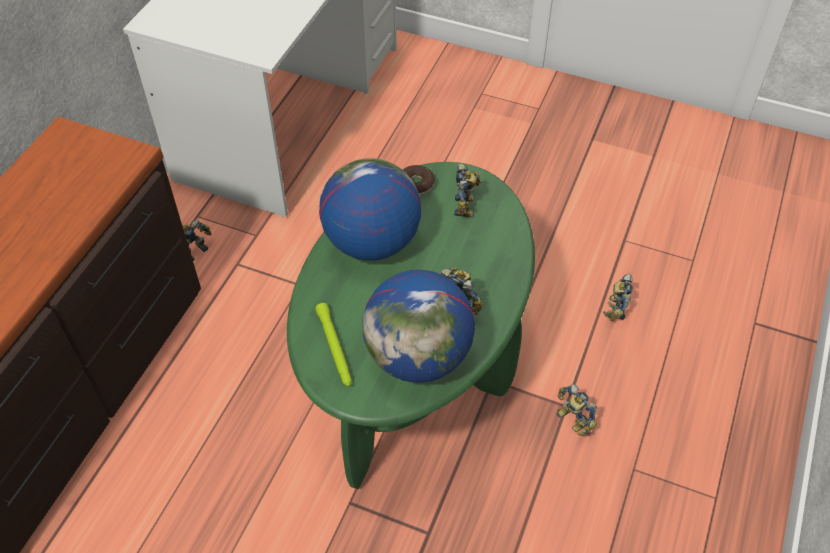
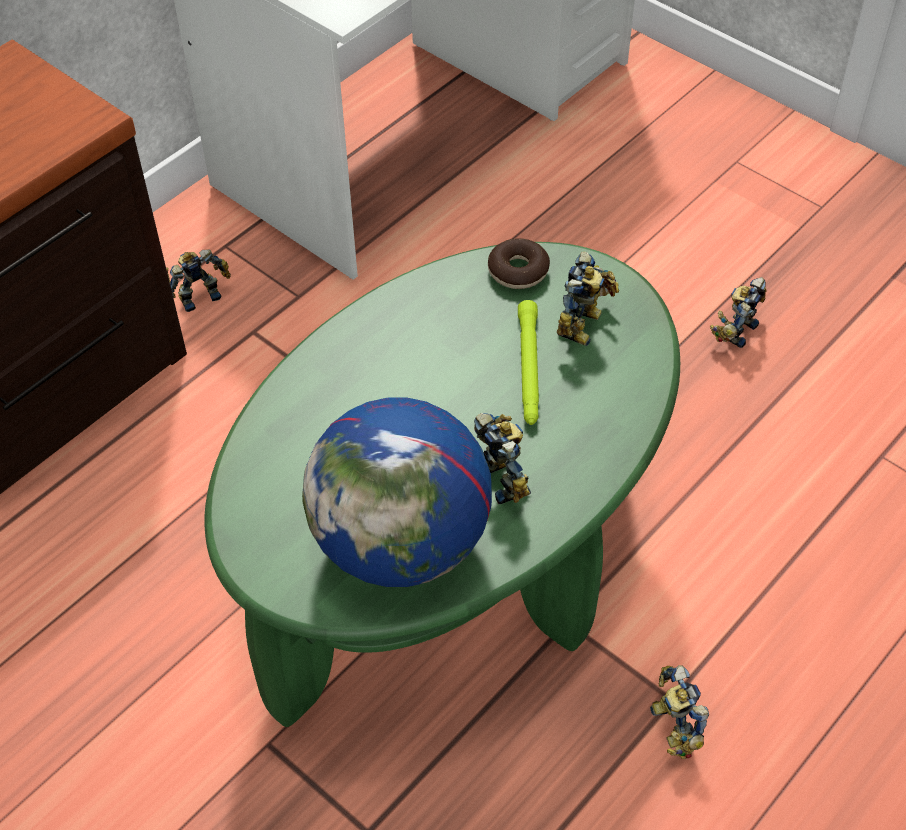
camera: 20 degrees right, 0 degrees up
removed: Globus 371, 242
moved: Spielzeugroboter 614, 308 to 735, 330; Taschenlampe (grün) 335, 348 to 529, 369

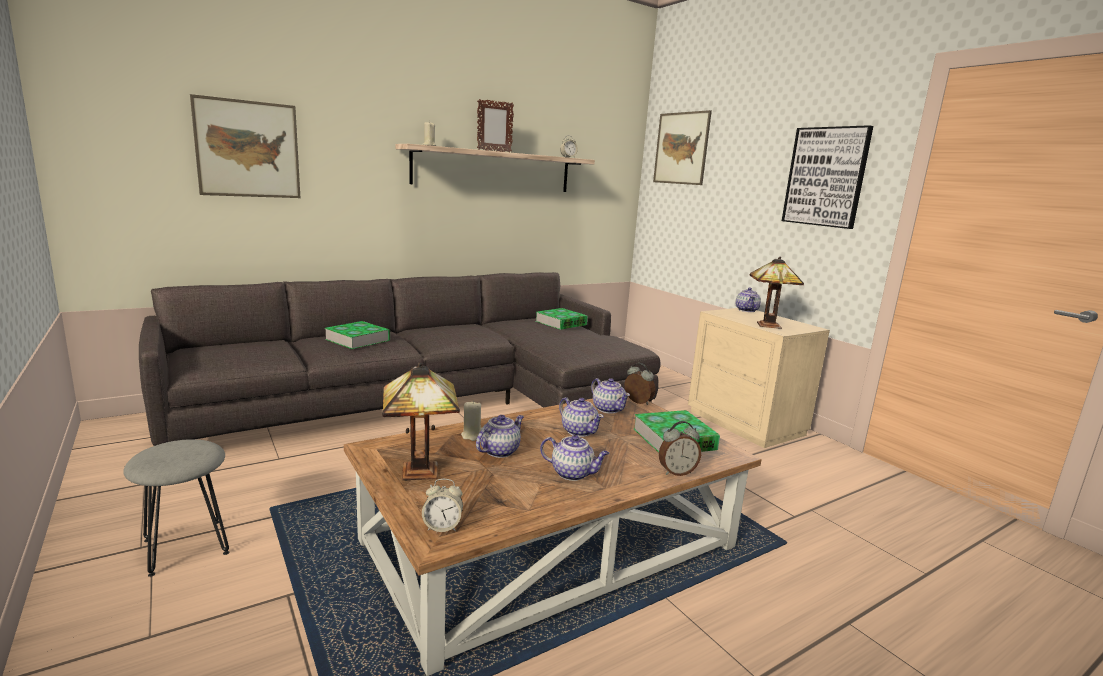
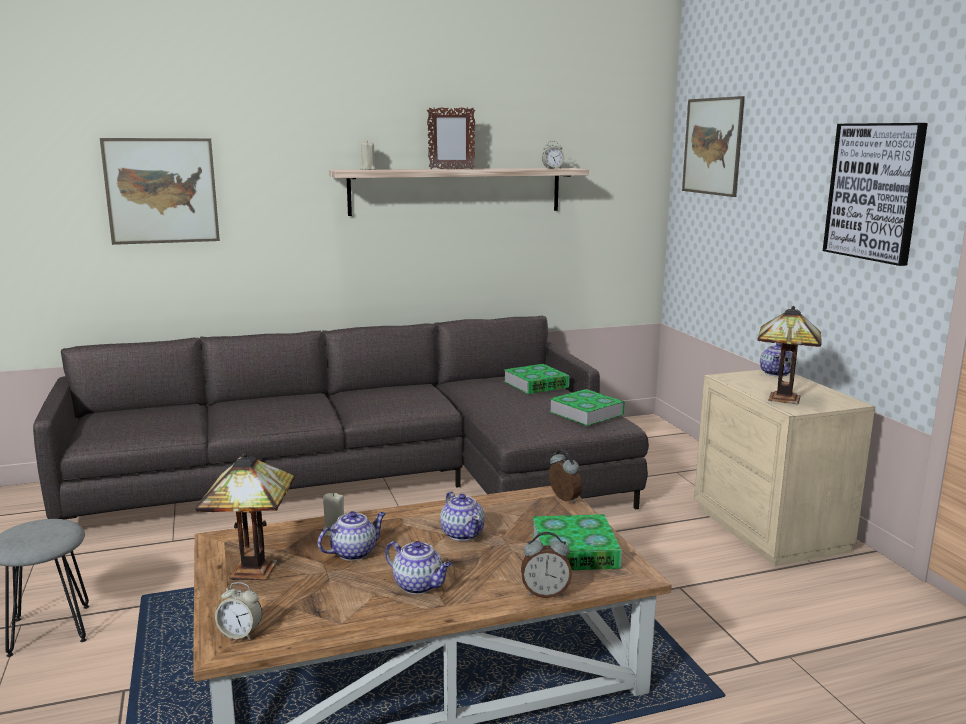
camera: 15 degrees right, 0 degrees up
removed: Teekanne 608, 409
moved: Buch 358, 340 to 586, 413

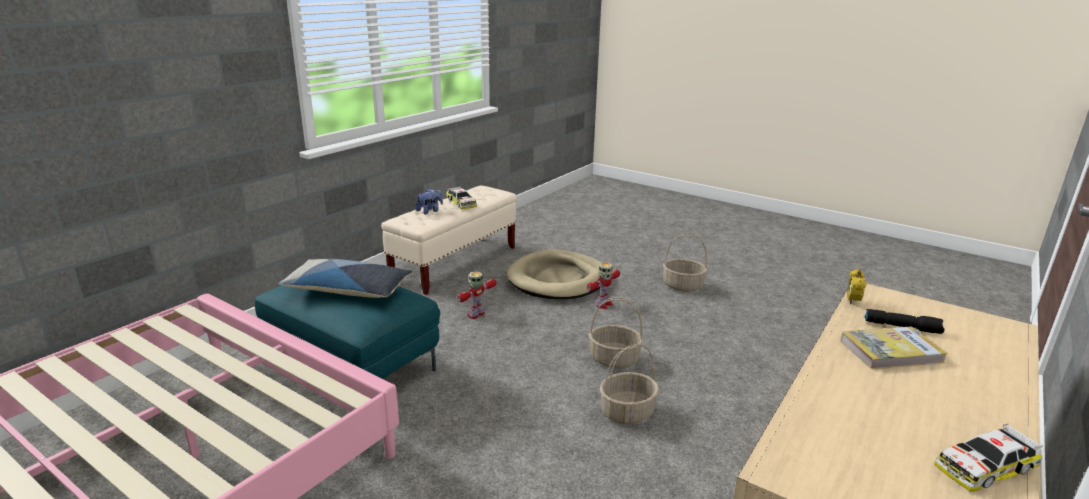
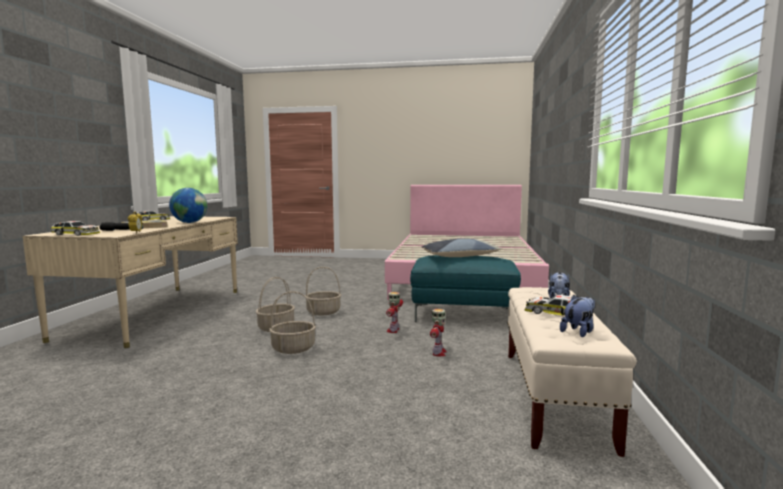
camera: 155 degrees right, 15 degrees down
removed: Hundebett (beige) 558, 279
added: Globus 189, 222; Spielzeugauto 76, 234; Plüschtier 579, 332
moved: Korb 683, 285 to 323, 312; Spielzeugroboter 603, 304 to 393, 330

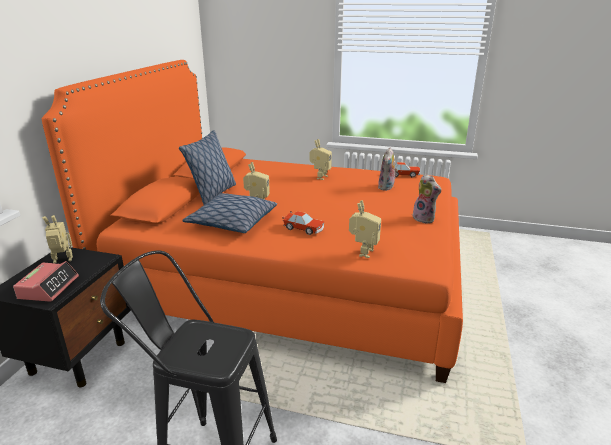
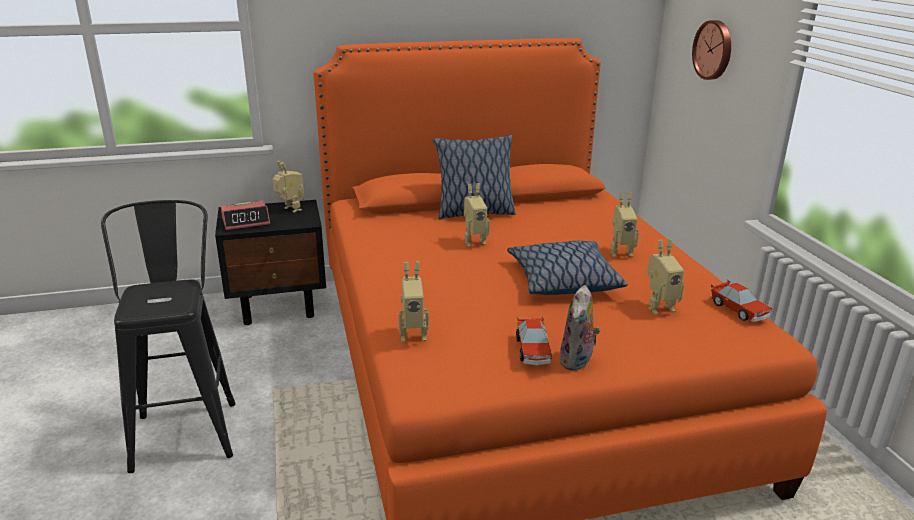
camera: 60 degrees right, 0 degrees up
added: Wanduhr 714, 50
moved: Kissen 232, 222 to 563, 280; Spielzeugauto 303, 229 to 533, 350
replaced: Plüschtier 387, 187 to Spielzeugroboter 659, 308

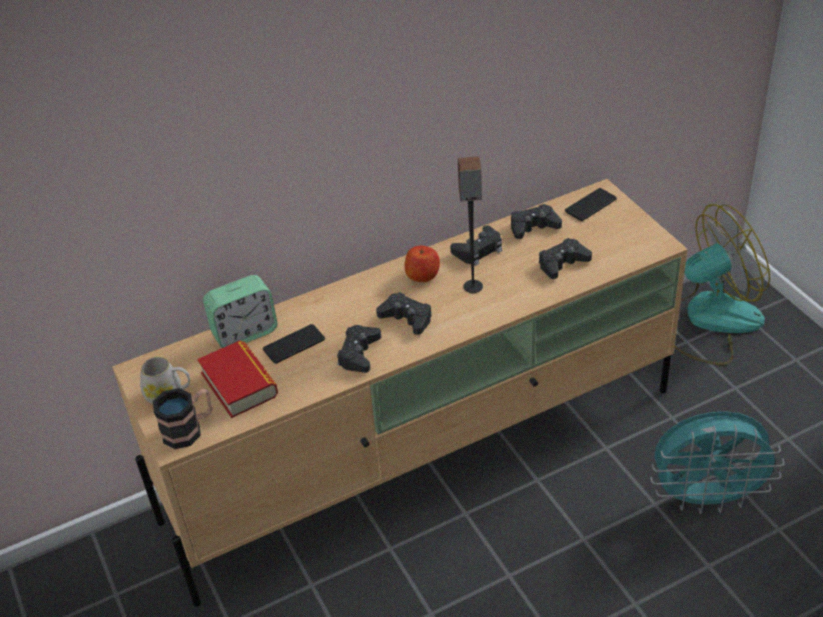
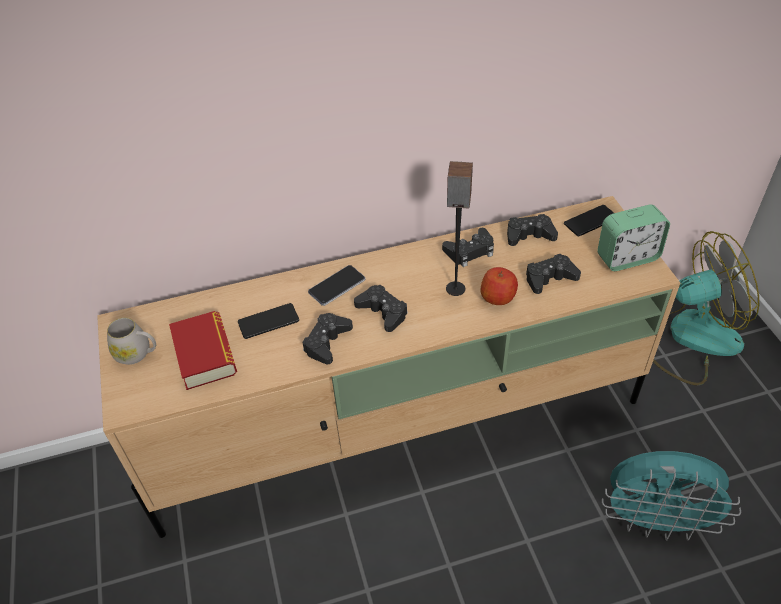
camera: 10 degrees right, 5 degrees up
removed: Henkelbecher 189, 429
added: Handy 337, 286
moved: Apfel 423, 275 to 498, 297; Wecker 245, 333 to 627, 257

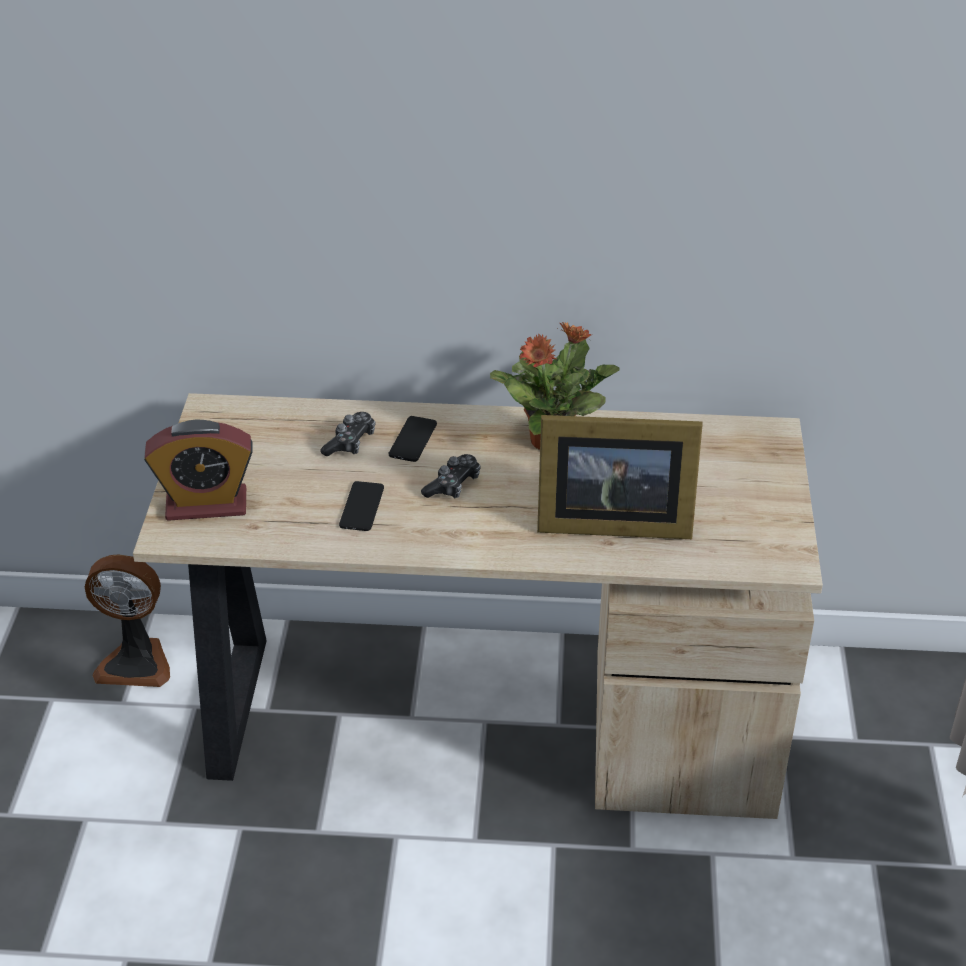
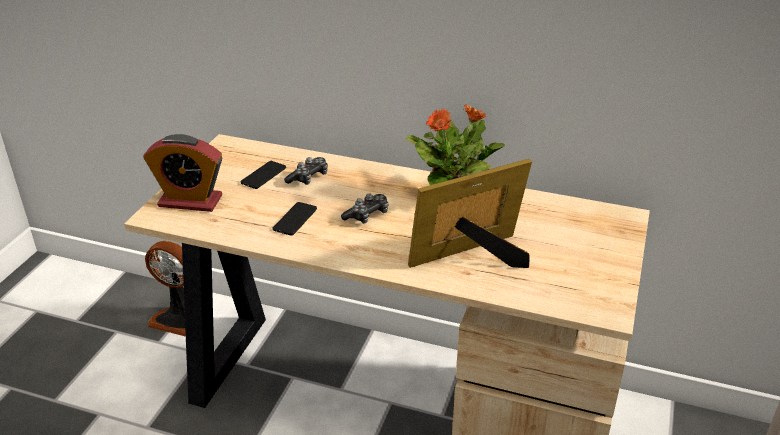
camera: 15 degrees right, 5 degrees down
moved: Handy 413, 439 to 263, 175
turned: Bilderrahmen 609, 521 = 473, 257 135 degrees clockwise

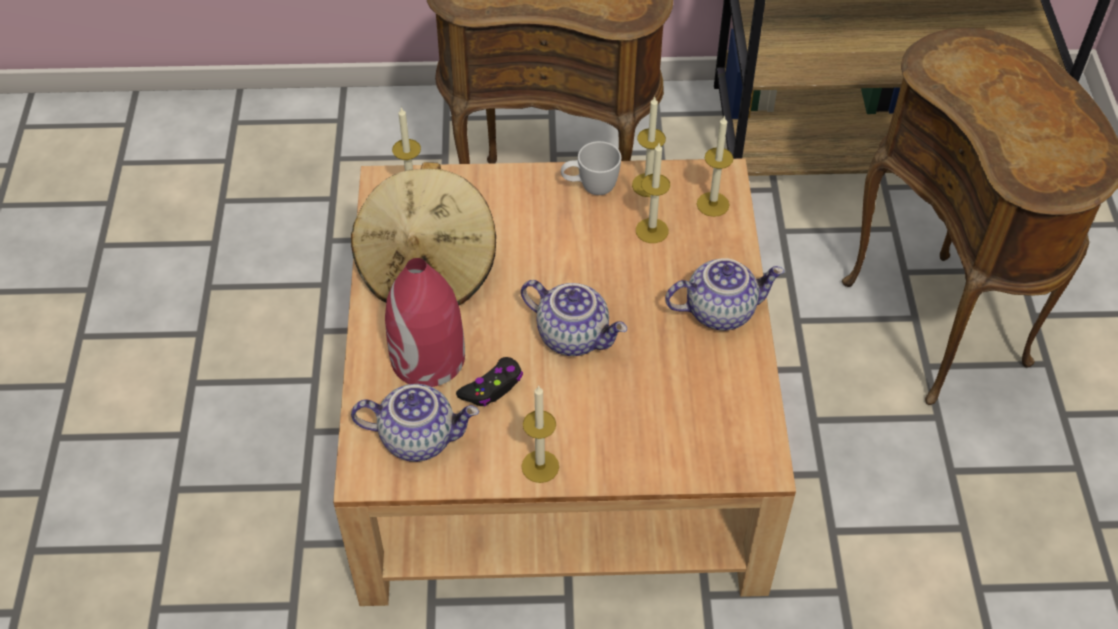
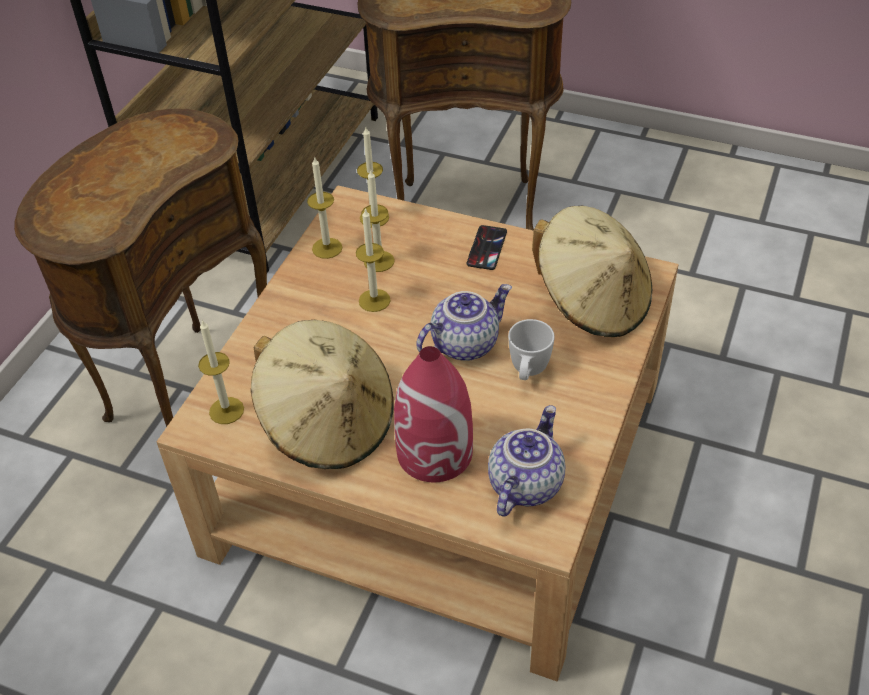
camera: 65 degrees left, 5 degrees down
removed: Gamepad (schwarz) 492, 387
added: Hut (beige) 592, 302
moved: Henkelbecher (weiß) 590, 188 to 528, 373; Kerze 540, 466 to 374, 300
replaced: Teekanne 720, 310 to Handy 486, 248

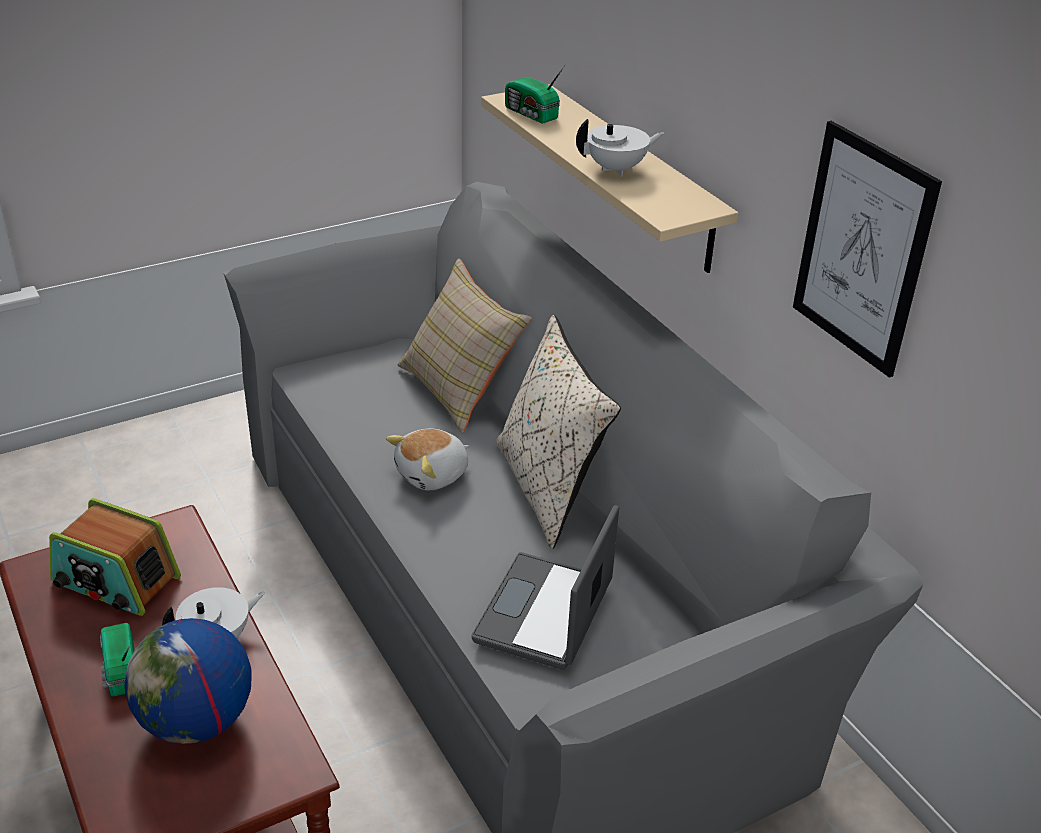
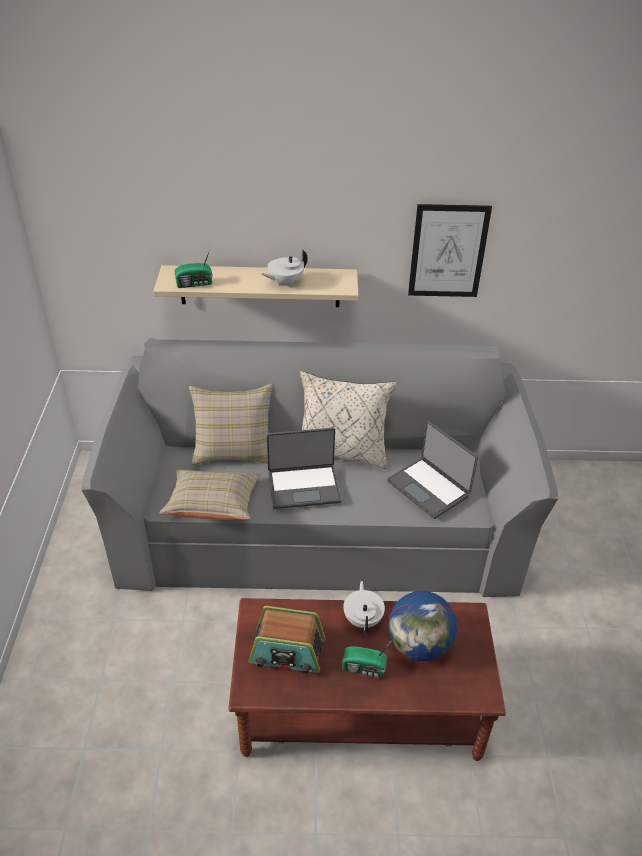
camera: 60 degrees left, 5 degrees up
added: Kissen (beige) 213, 506
replaced: Plüschtier 433, 475 to Laptop 304, 486
turned: Teekanne (weiß) 617, 169 = 285, 283 135 degrees counterclockwise; Radio 116, 581 = 287, 652 45 degrees clockwise

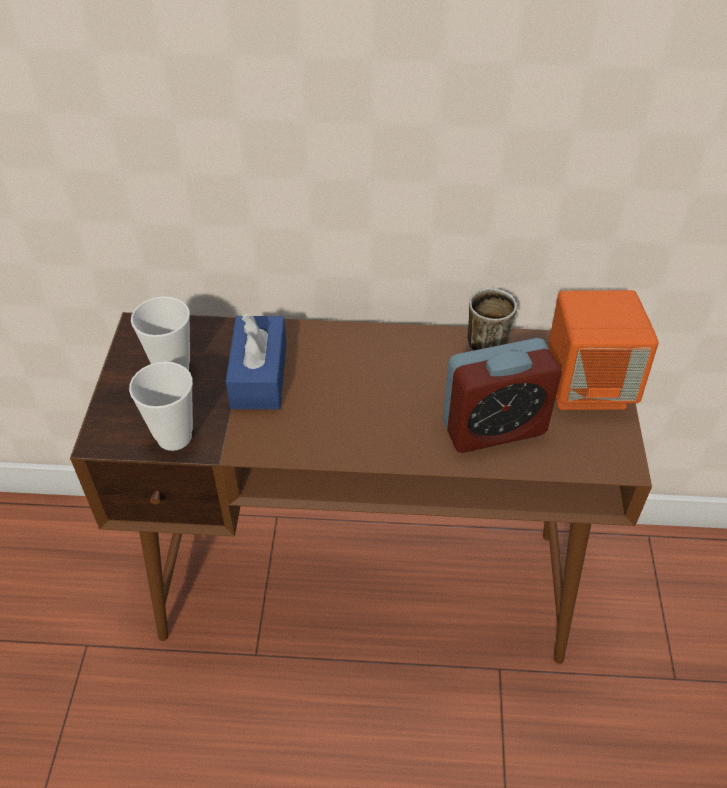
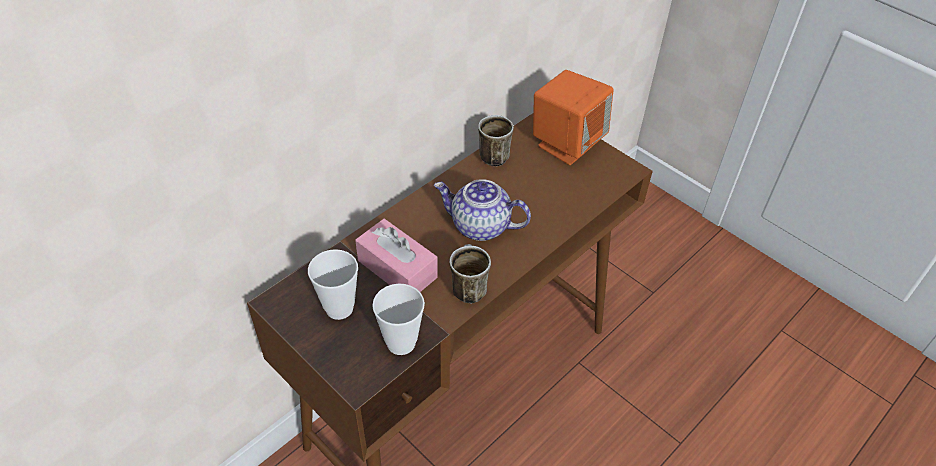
camera: 50 degrees left, 0 degrees up
removed: Wecker 493, 428
added: Teekanne 479, 226; Henkelbecher 467, 287
recoloured: Taschentuchbox (blau) 259, 375 to Taschentuchbox (rosa) 397, 269

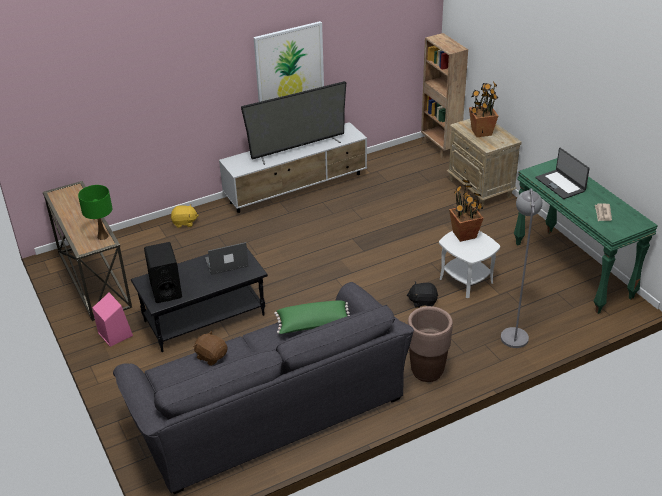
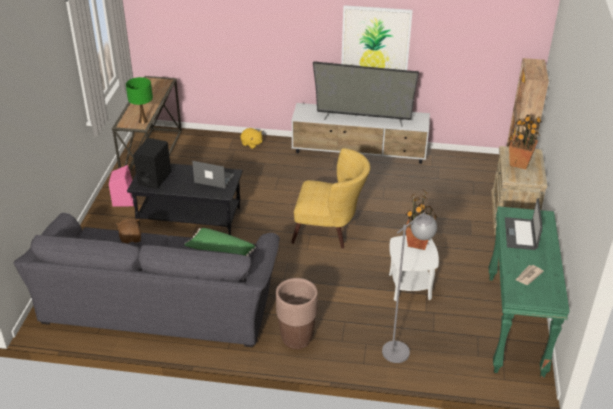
camera: 35 degrees right, 0 degrees up
removed: Plüschtier (schwarz) 422, 301
added: Sessel (gelb) 330, 230

